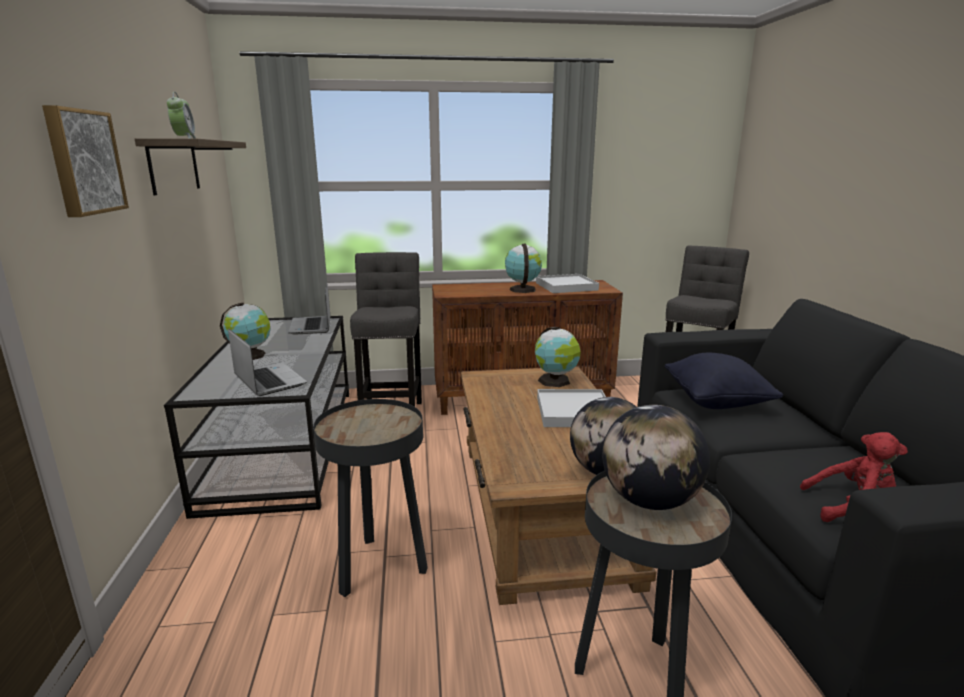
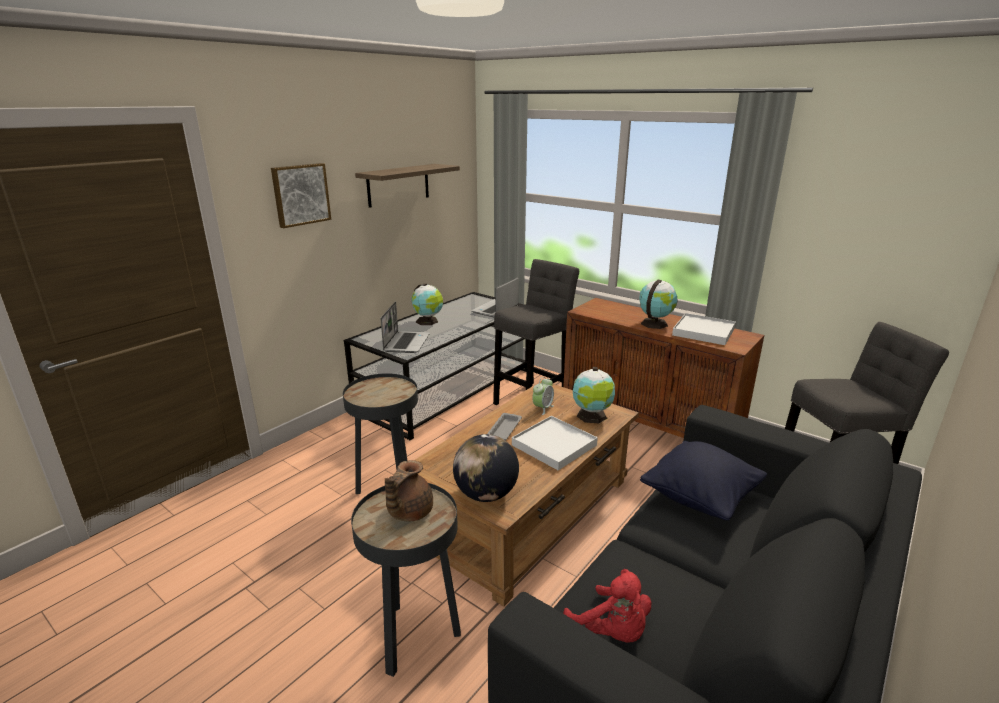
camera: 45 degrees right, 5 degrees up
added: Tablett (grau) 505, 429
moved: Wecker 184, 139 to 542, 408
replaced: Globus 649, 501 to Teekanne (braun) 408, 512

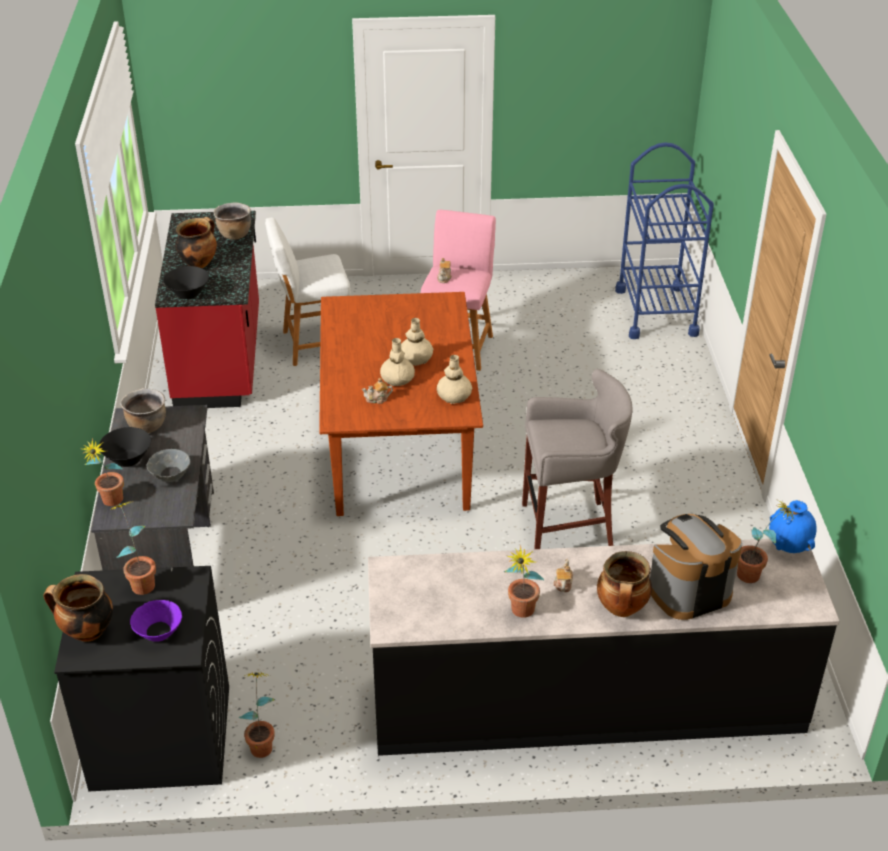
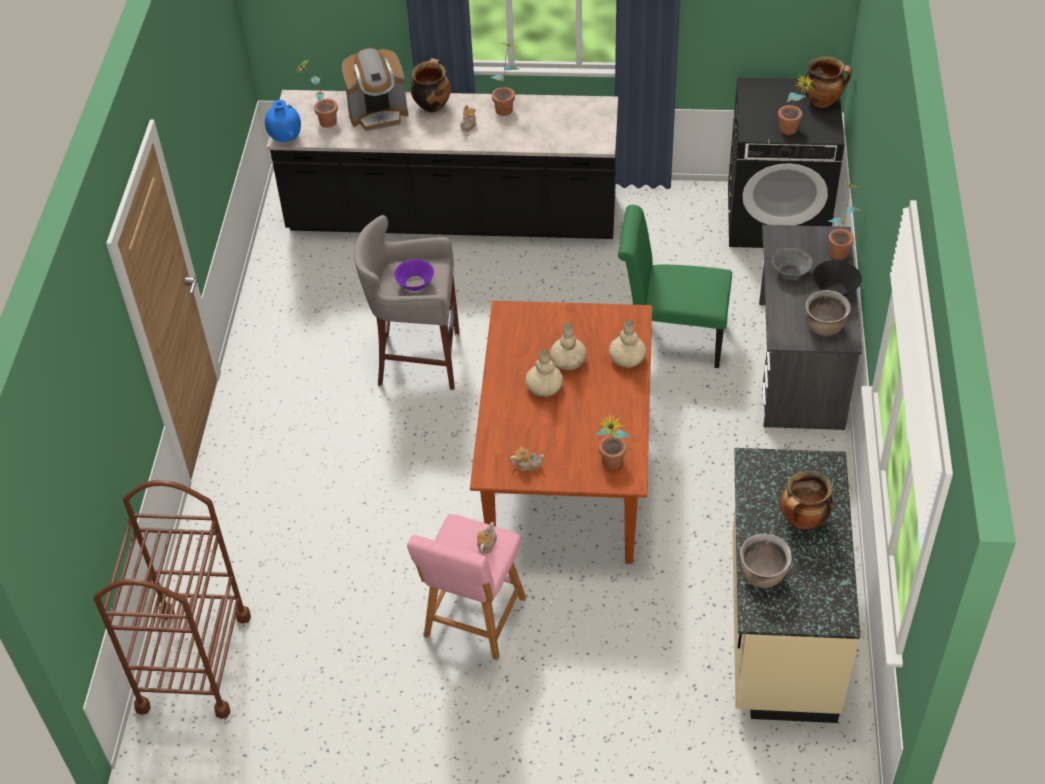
camera: 170 degrees left, 10 degrees up
removed: Hocker (weiß) 313, 344; Schüssel (schwarz) 188, 294
added: Stuhl (grün) 671, 339
moved: Vase (beige) 454, 396 to 627, 357; Teekanne 377, 399 to 527, 464; Schüssel (lila) 159, 631 to 415, 284; Topfpflanze 262, 743 to 611, 466
recoloured: Rollwagen (blau) 656, 312 to Rollwagen (braun) 194, 662; Küchenzeile (rot) 221, 358 to Küchenzeile (beige) 779, 629

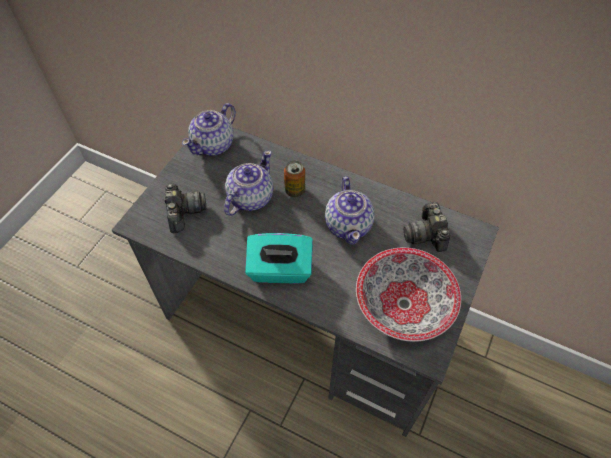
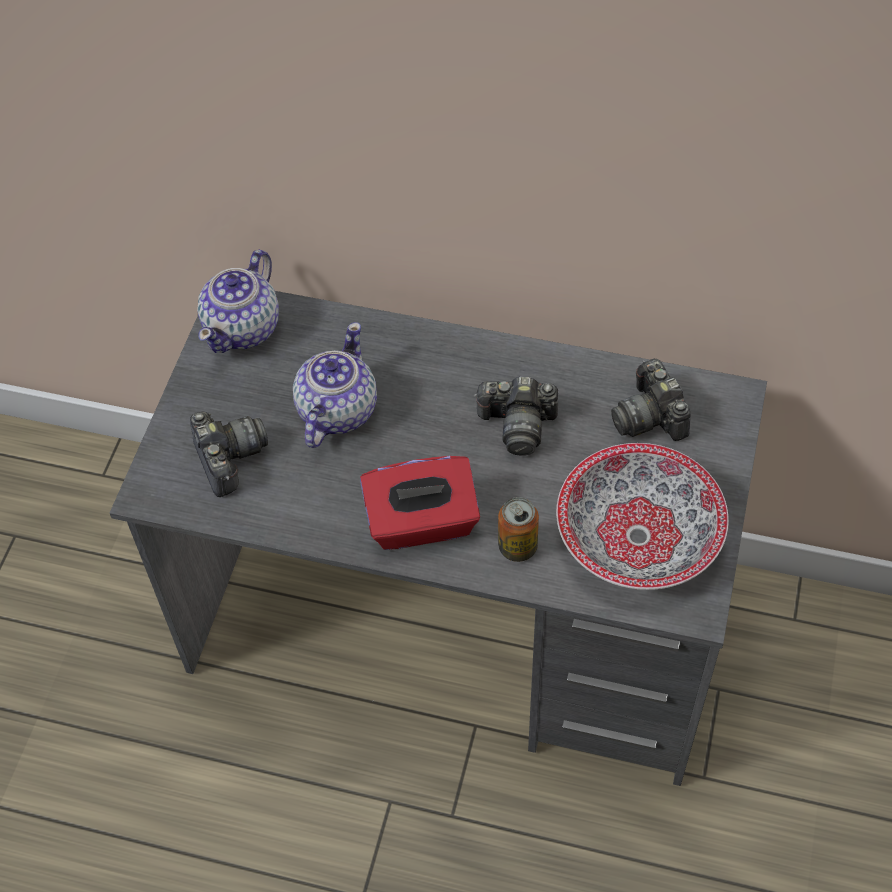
camera: 10 degrees left, 0 degrees up
moved: Dose 295, 190 to 517, 547
replaced: Teekanne 348, 225 to Kamera 518, 425
recoloured: Taschentuchbox (türkis) 280, 270 to Taschentuchbox (rot) 422, 523

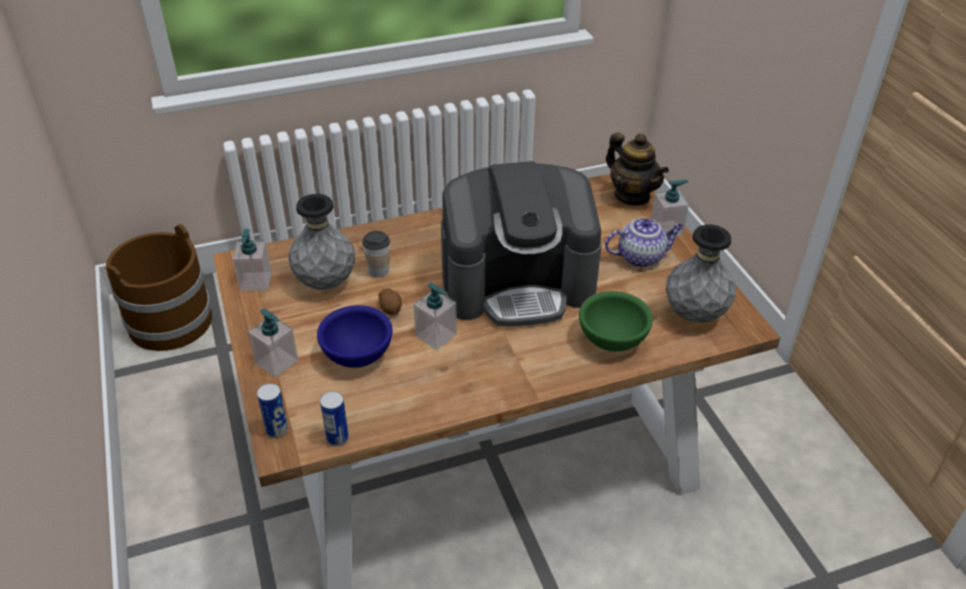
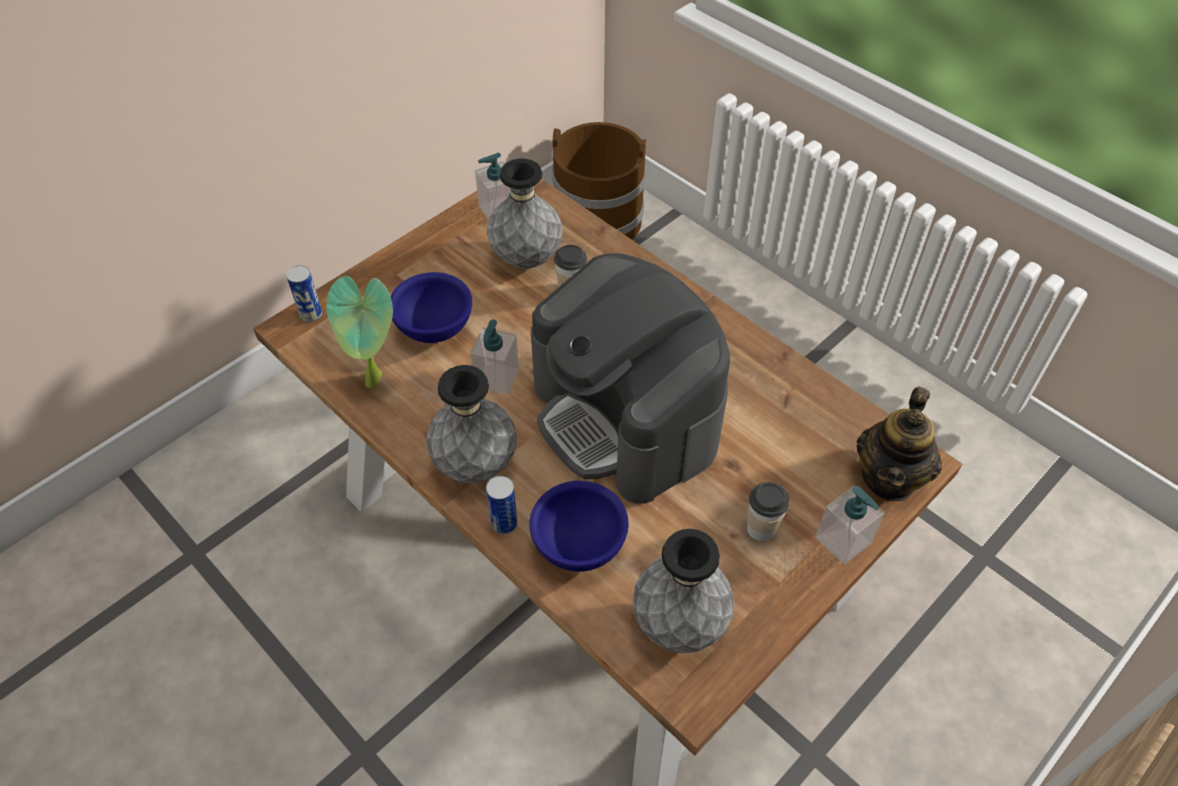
camera: 65 degrees right, 10 degrees up
removed: Kartoffel 391, 308; Seifenspender 277, 362
added: Topfpflanze 376, 382; Vase (grau) 475, 465
moved: Dose 337, 438 to 504, 524
replaced: Teekanne 641, 257 to Tasse 761, 528
recoloured: Schüssel (grün) 613, 340 to Schüssel (blau) 580, 546

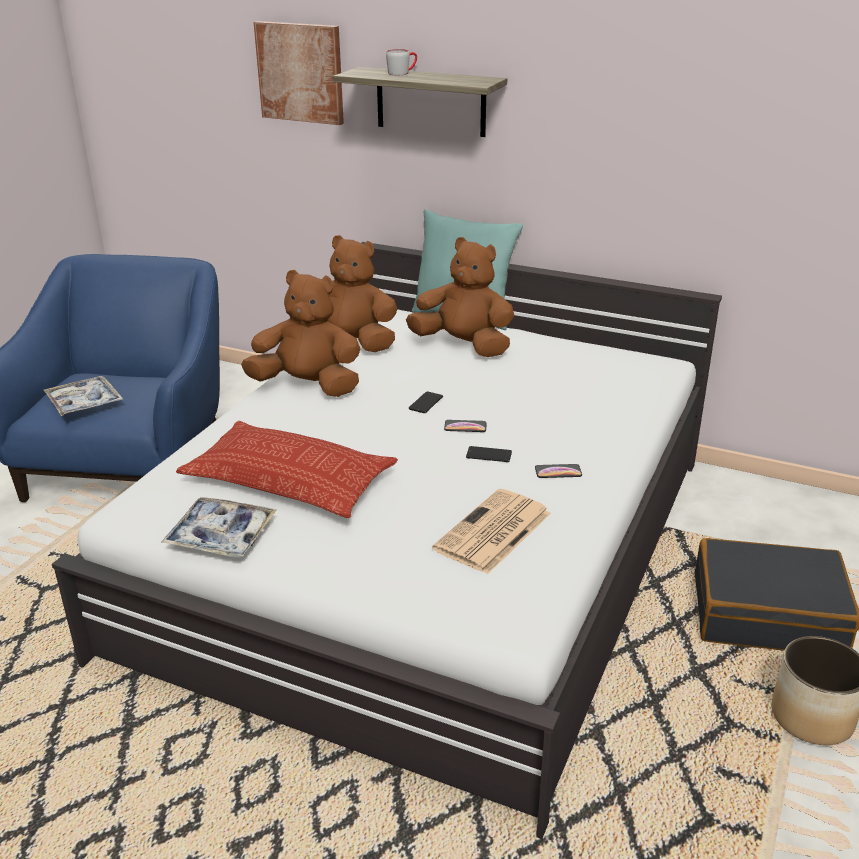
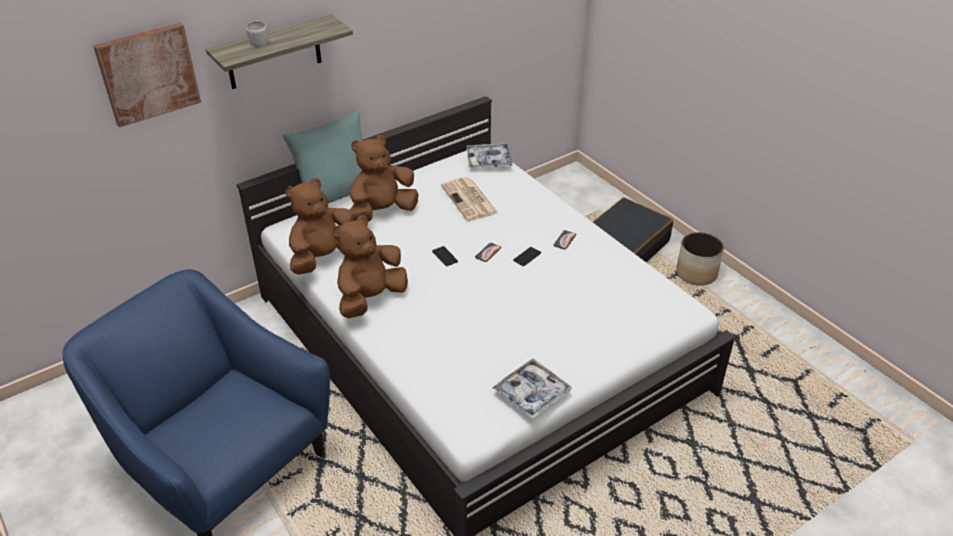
camera: 60 degrees left, 10 degrees up
removed: Kissen 289, 480
moved: Tablett 84, 403 to 489, 160; Zeitung 493, 532 to 470, 200

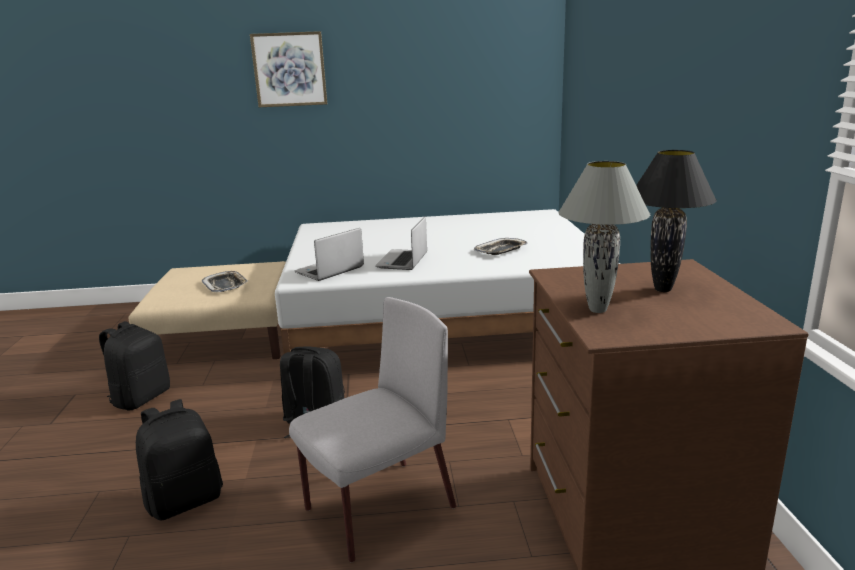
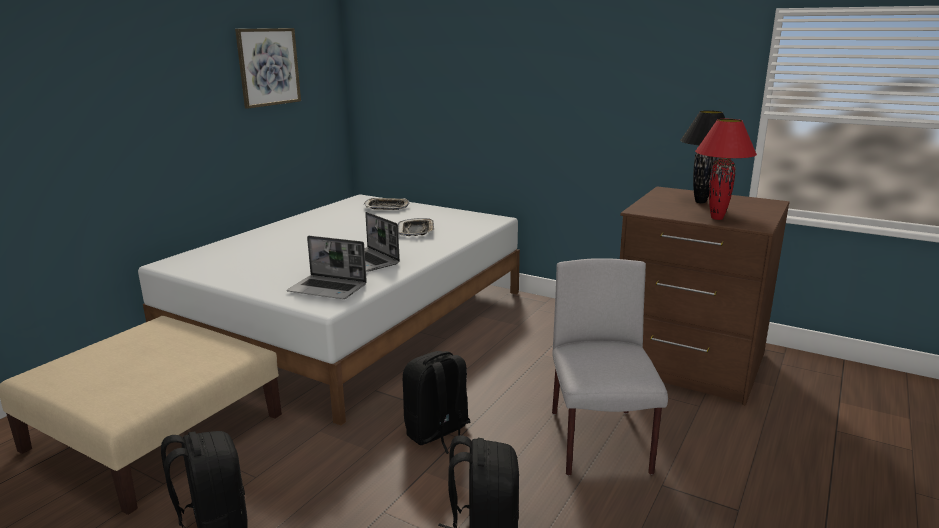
camera: 55 degrees left, 0 degrees up
moved: Bild 289, 69 to 268, 67; Tablett 225, 285 to 386, 207
recoloured: Tischlampe (grau) 598, 310 to Tischlampe (rot) 717, 218
turned: Laptop 329, 270 = 328, 289 60 degrees counterclockwise

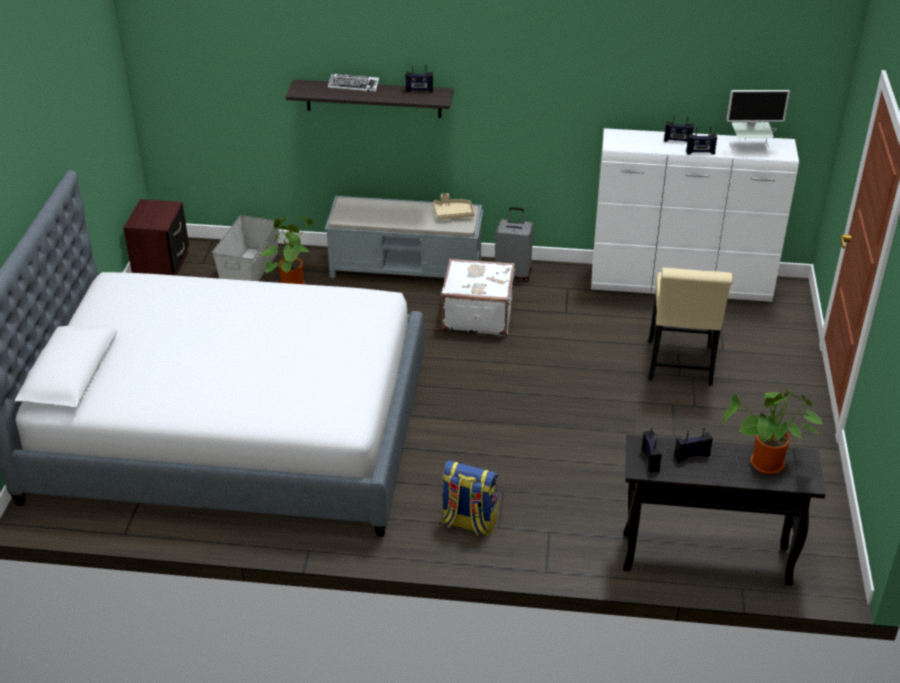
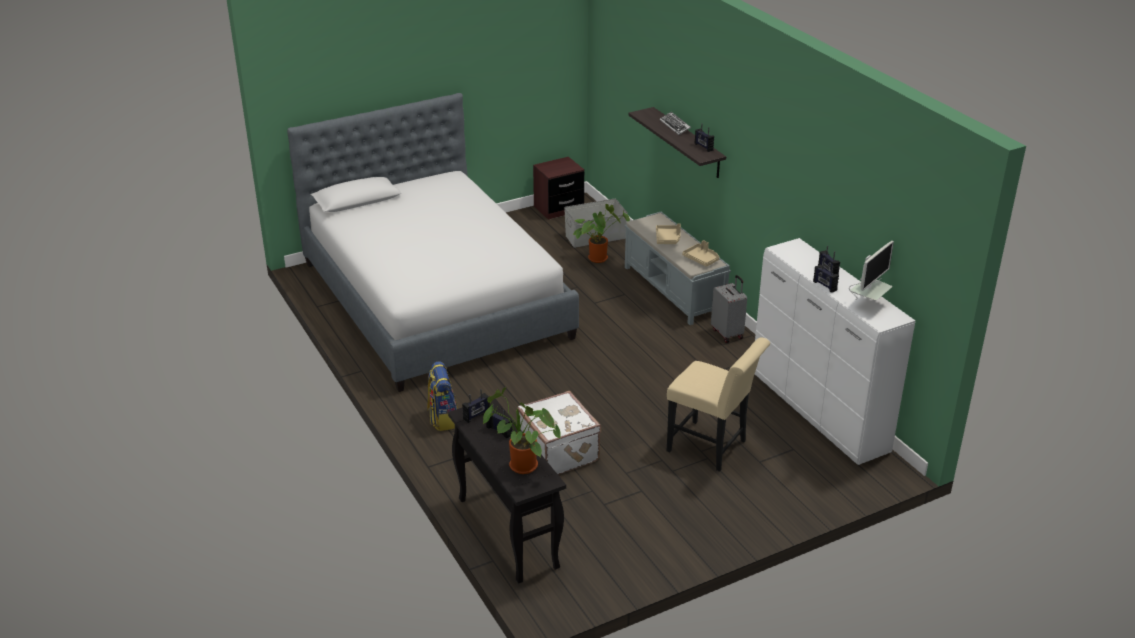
camera: 55 degrees right, 5 degrees down
added: Tablett (beige) 668, 239
moved: Koffer (weiß) 477, 315 to 559, 451
turned: Monitor 750, 147 = 867, 304 105 degrees counterclockwise; Stuhl (beige) 680, 367 = 712, 448 120 degrees counterclockwise

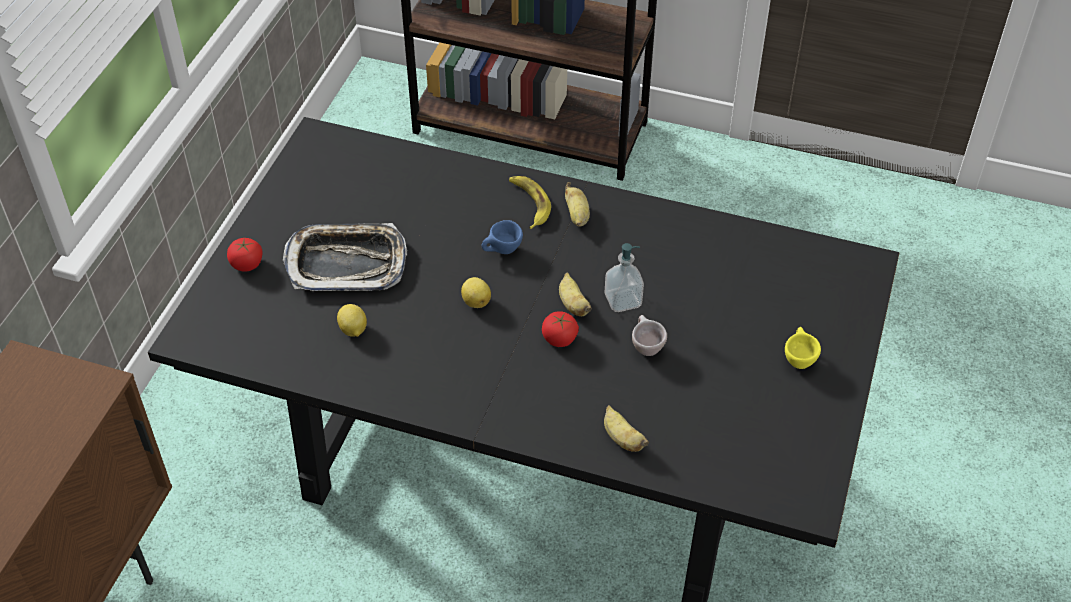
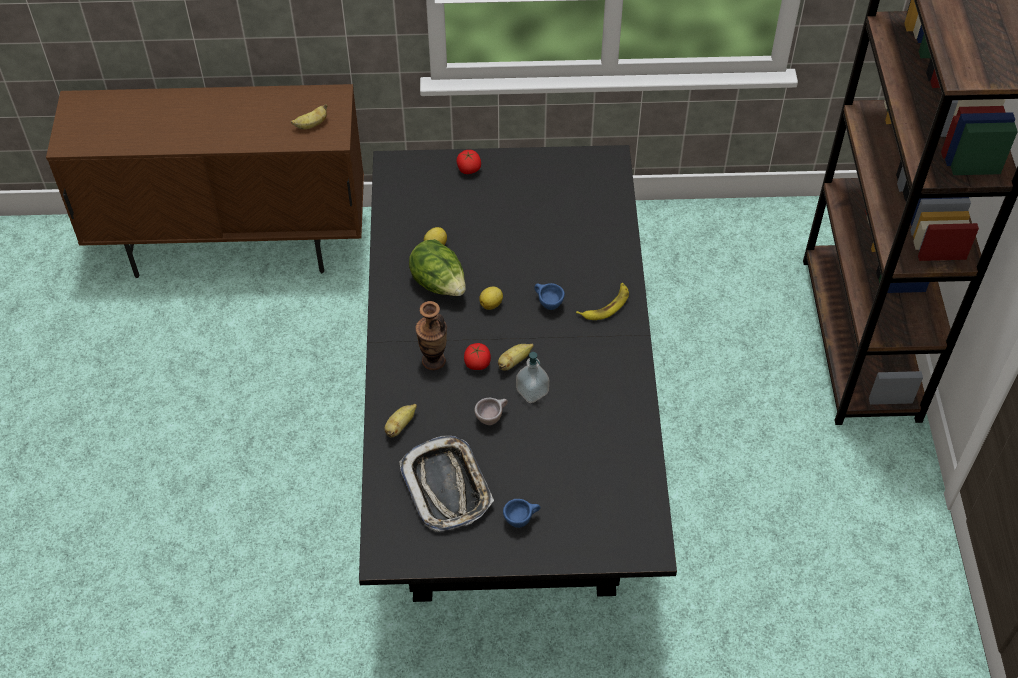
camera: 70 degrees right, 5 degrees up
added: Salatkopf 439, 284; Vase 433, 360
moved: Banane 577, 216 to 311, 125; Tablett 346, 263 to 447, 487
recoloured: Tasse (gelb) 798, 359 to Tasse (blau) 521, 520

